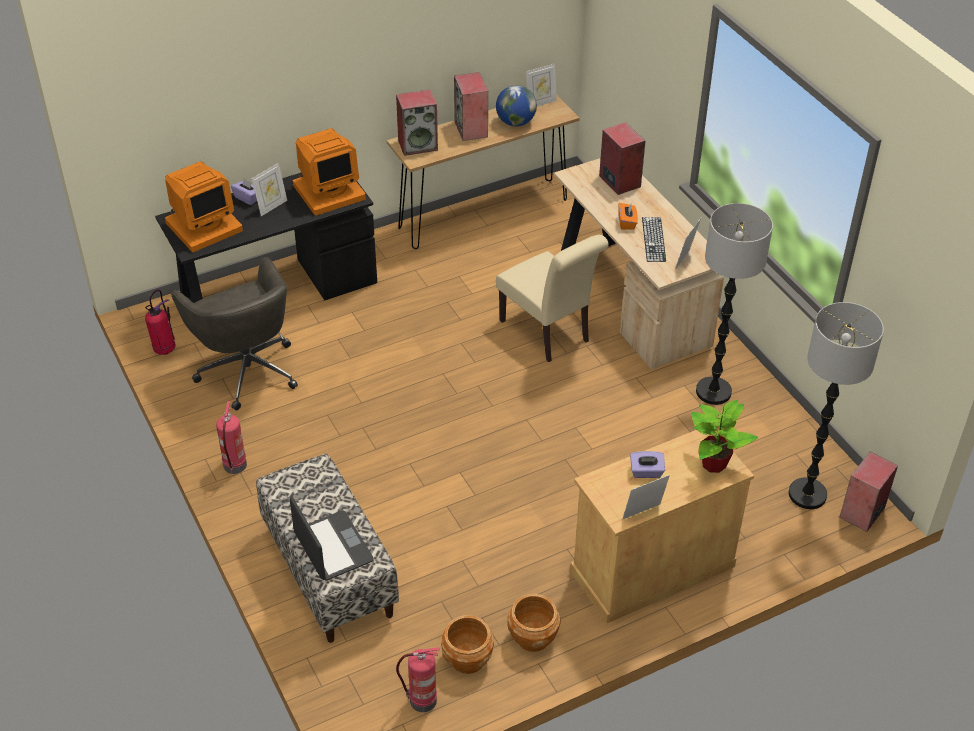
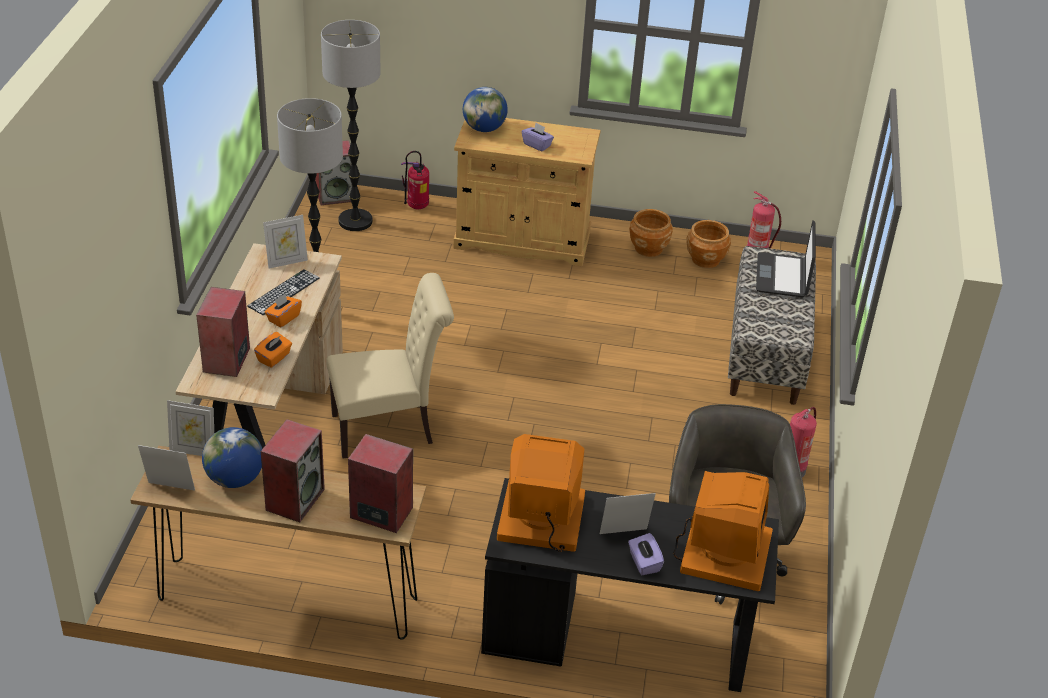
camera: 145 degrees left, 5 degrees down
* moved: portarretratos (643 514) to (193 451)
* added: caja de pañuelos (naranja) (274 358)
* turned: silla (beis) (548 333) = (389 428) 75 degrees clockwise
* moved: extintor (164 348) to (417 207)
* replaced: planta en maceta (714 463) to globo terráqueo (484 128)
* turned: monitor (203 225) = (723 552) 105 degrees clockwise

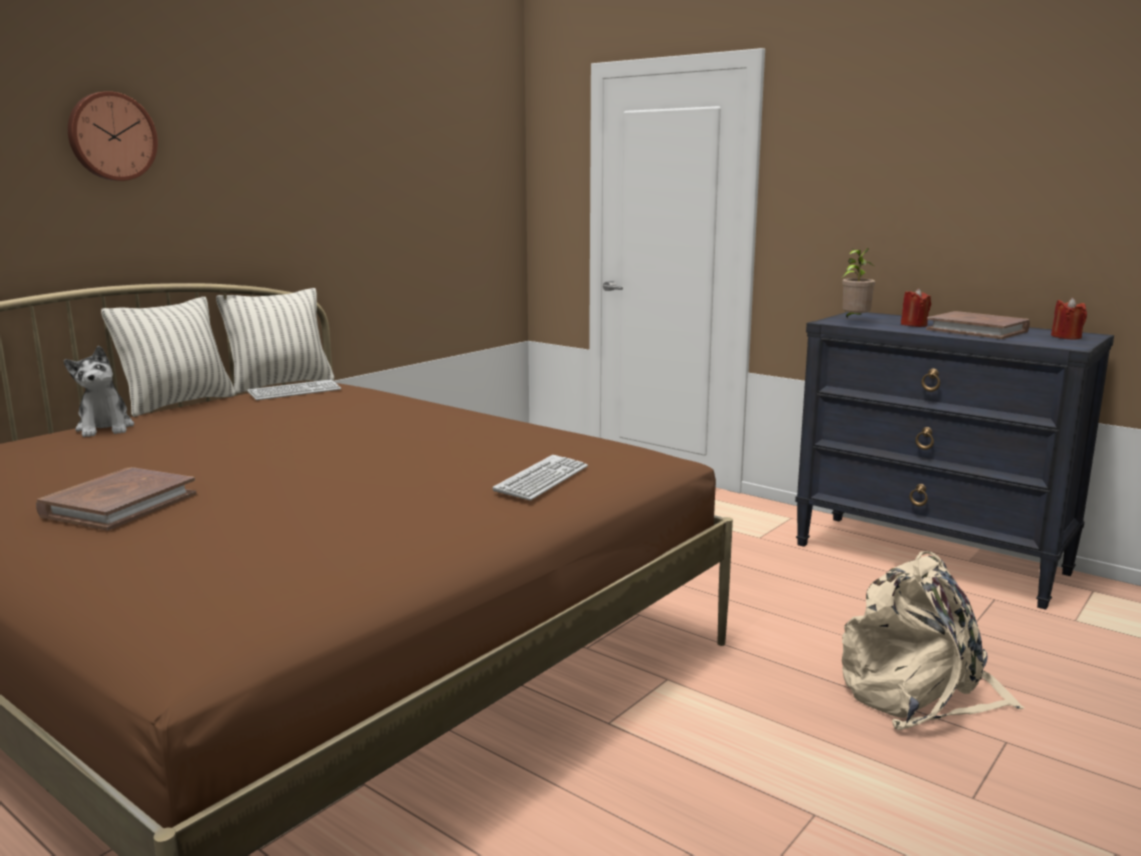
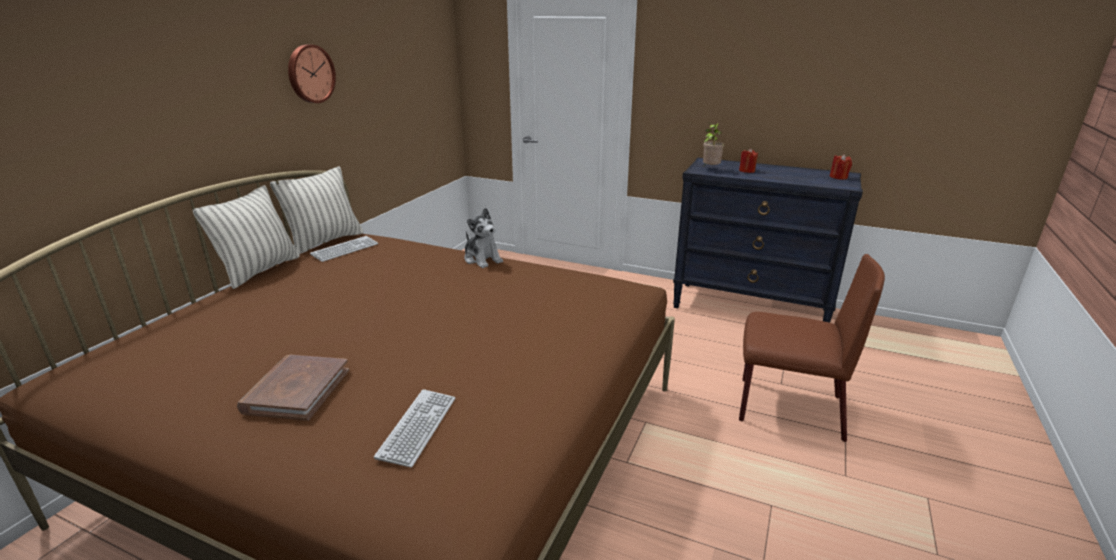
camera: 15 degrees left, 10 degrees up
* moved: reloj de pared (111 136) to (310 74)
* moved: teclado (542 479) to (417 428)
* moved: peluche (105 428) to (482 259)
* replaced: mochila (beis) (919 694) to silla (marrón) (788 408)
* removed: libro (marrón) (977 330)

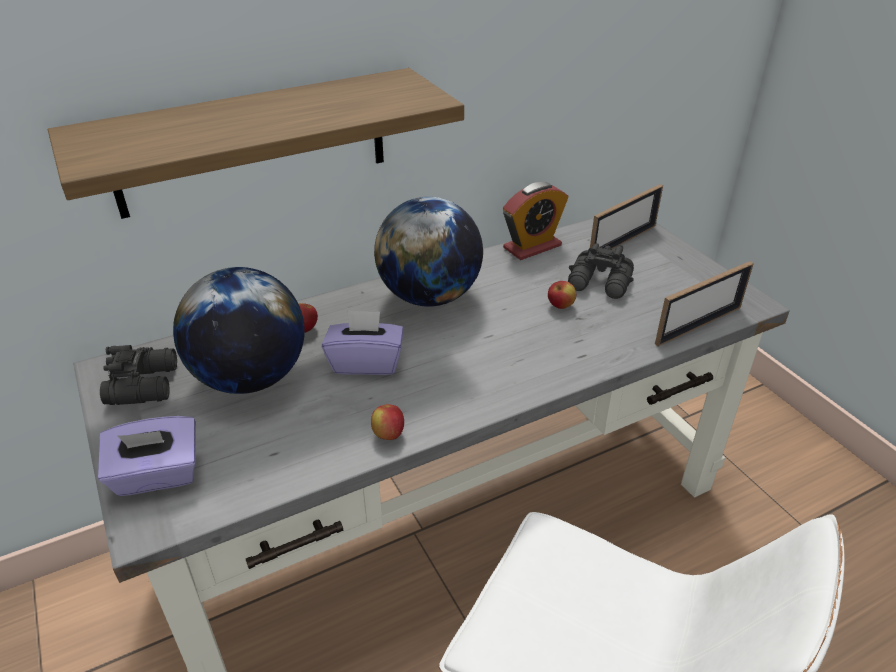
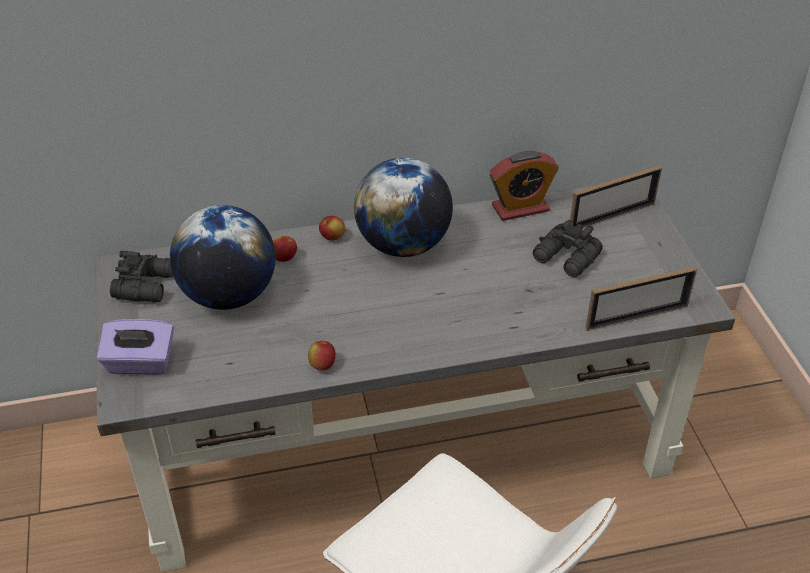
camera: 15 degrees right, 5 degrees up
* moved: manzana (560 306) to (332 237)
* removed: estante (252 143)
* removed: caja de pañuelos (morado) (366 362)

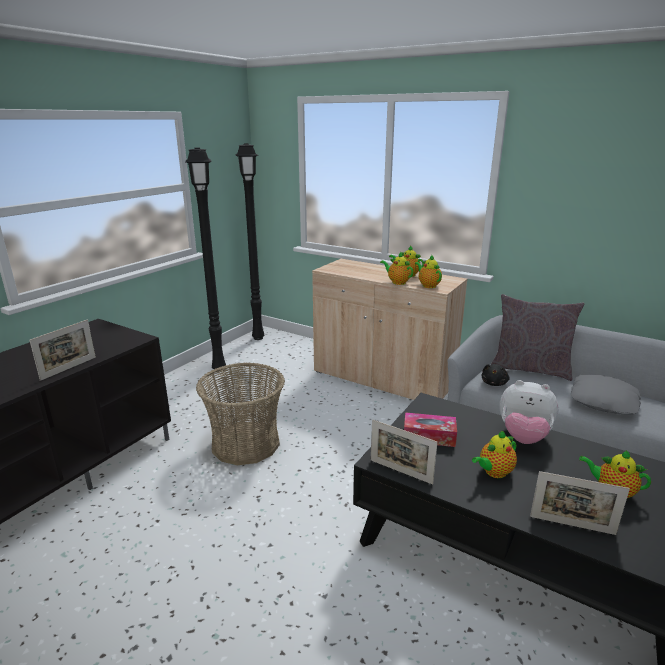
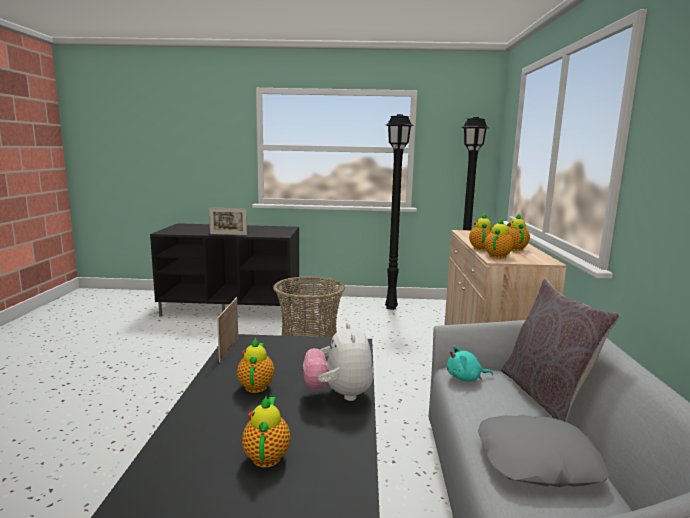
camera: 60 degrees right, 10 degrees down
* turned: tetera (494 472) = (256 385) 60 degrees clockwise
* recoloured: peluche (negro) (494 383) to peluche (turquesa) (465 378)
* removed: caja de pañuelos (429 436)
* removed: portarretratos (572 525)

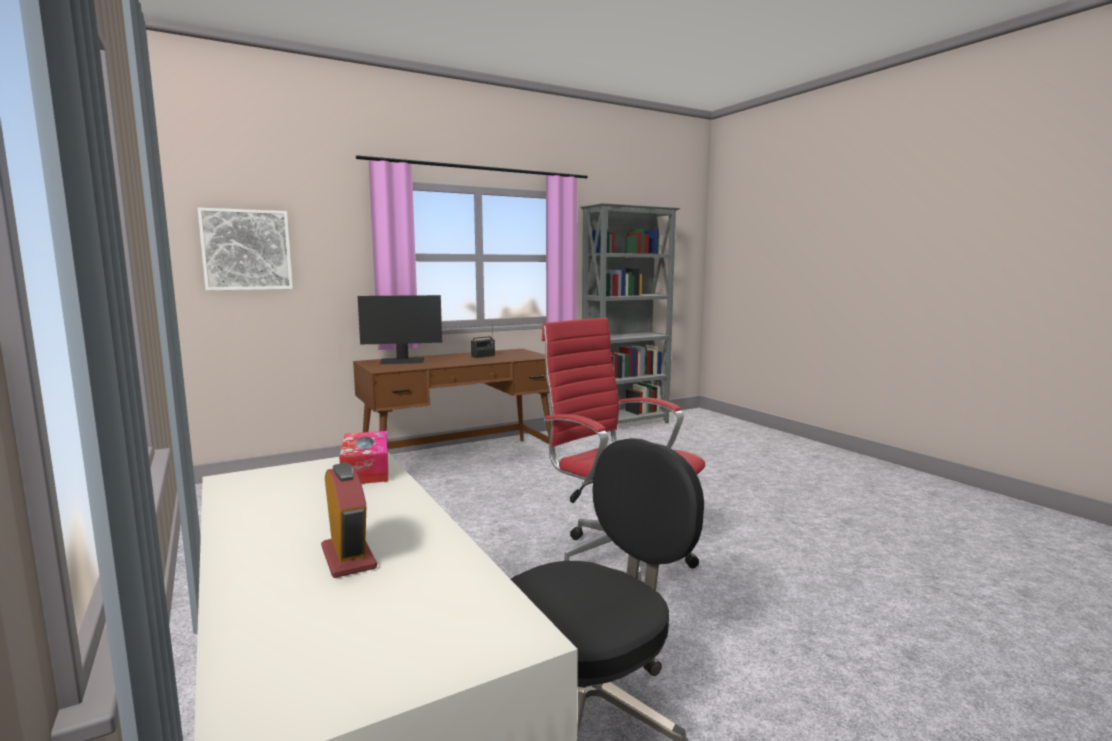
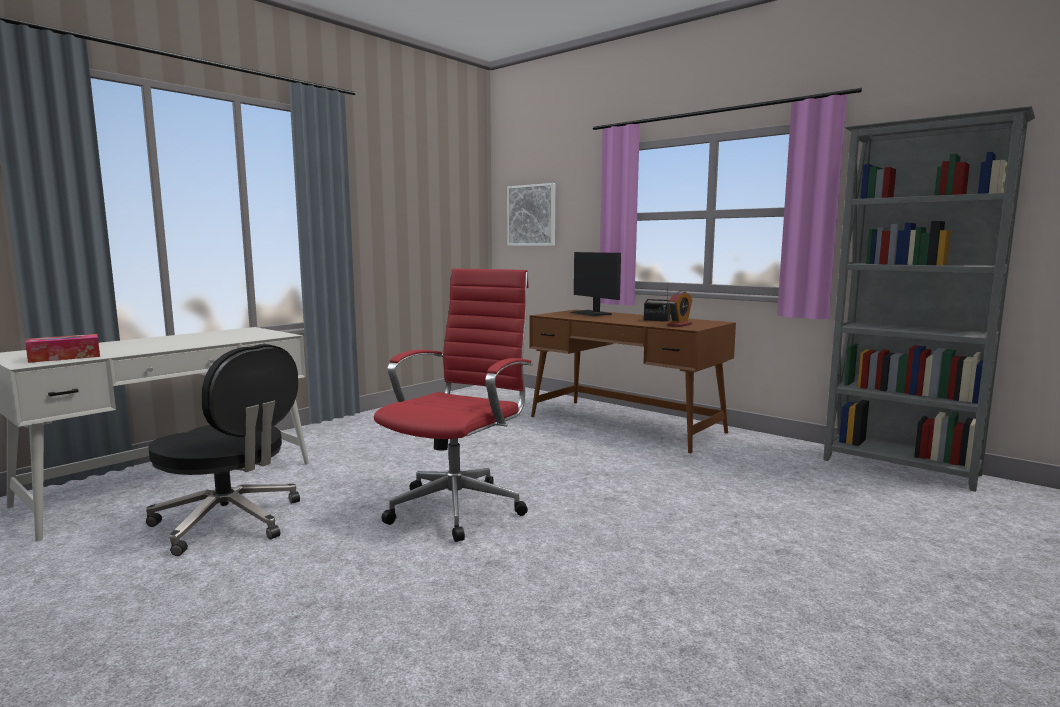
camera: 70 degrees right, 0 degrees up
* moved: caja de pañuelos (366 469) to (65 357)
* moved: despertador (348 557) to (679 325)

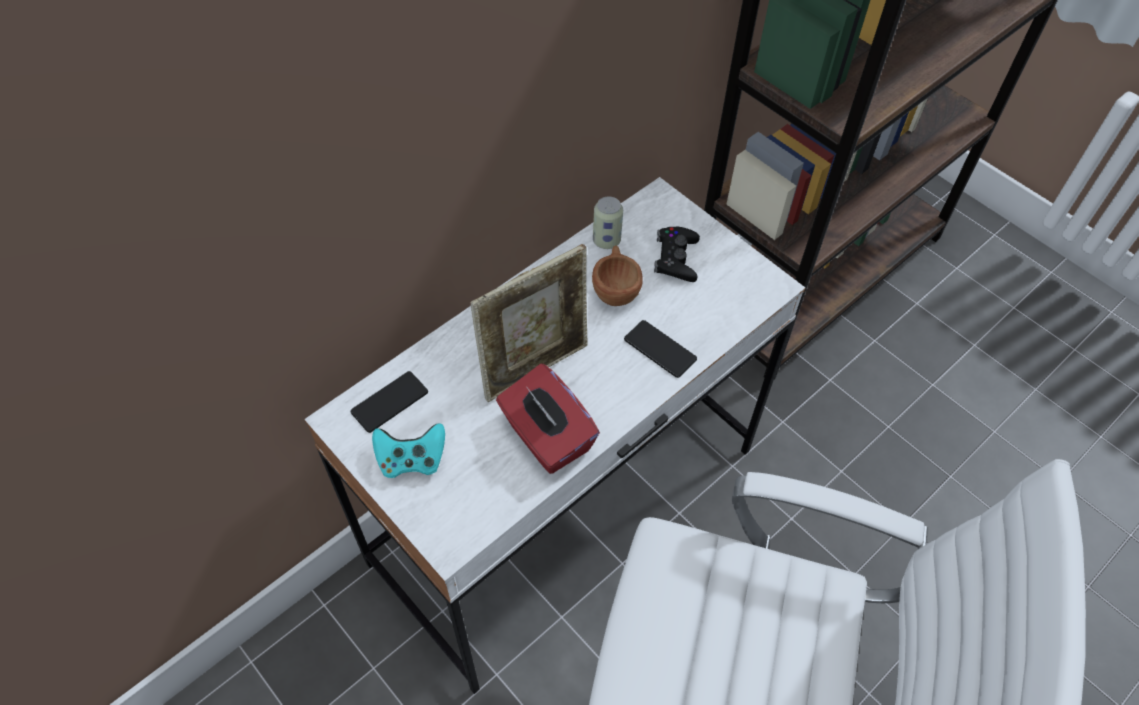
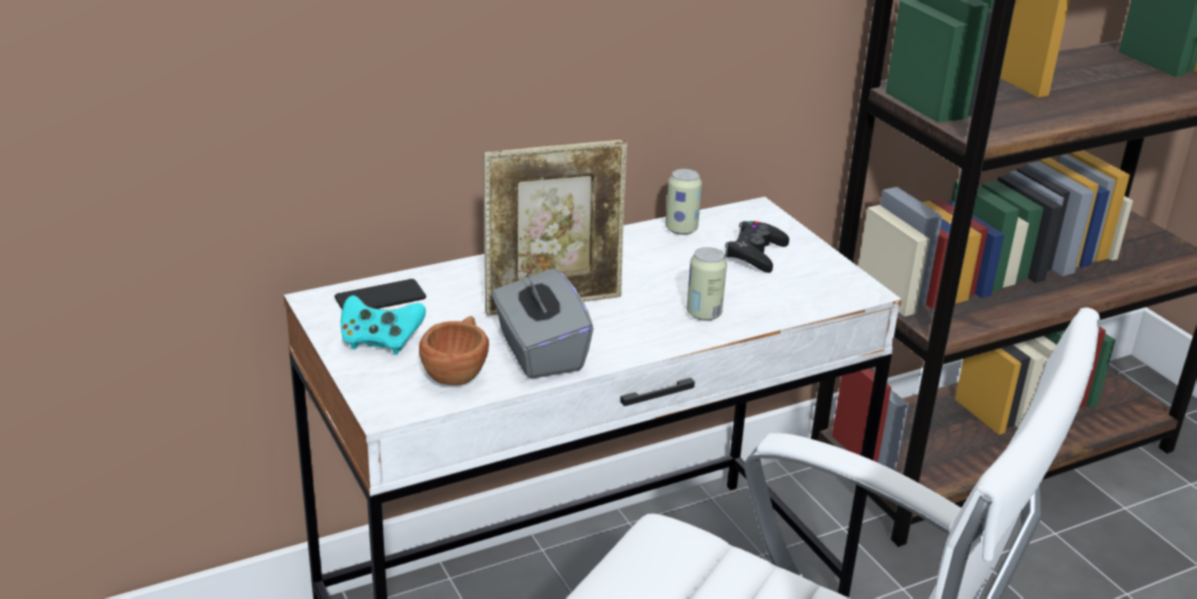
camera: 15 degrees right, 25 degrees down
* moved: taza (marrón) (615 288) to (458 372)
* recoloured: caja de pañuelos (rojo) (546 436) to caja de pañuelos (gris) (539 352)
* replaced: móvil (660 349) to lata (704 313)

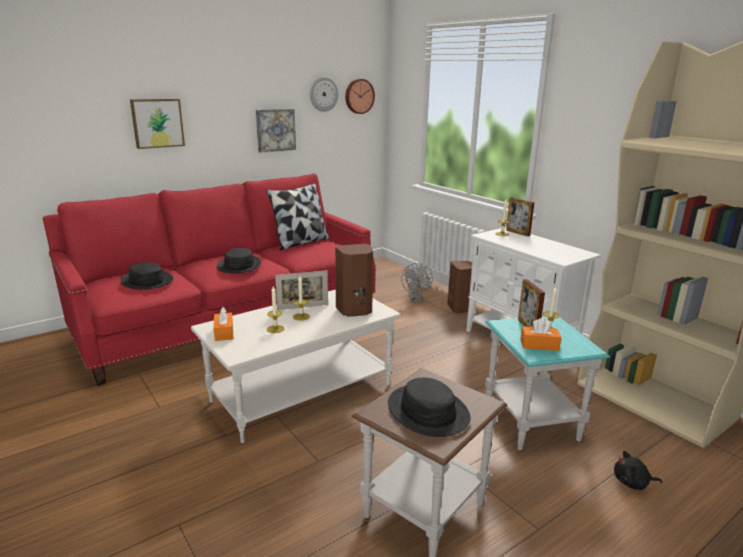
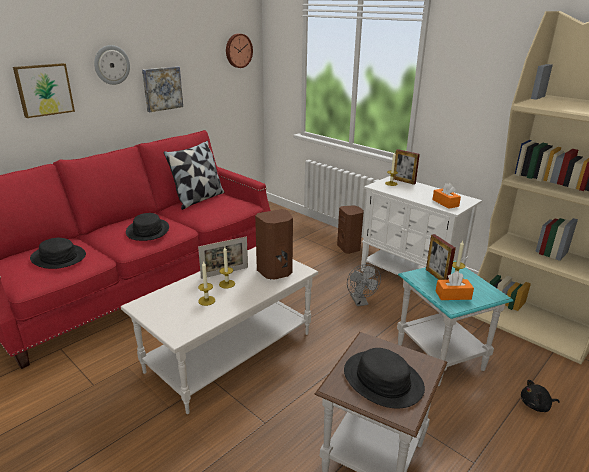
camera: 10 degrees left, 5 degrees up
* moved: reloj de pared (323 94) to (111 65)
* moved: ventilador (gris) (415 299) to (360 302)
* moved: caja de pañuelos (naranja) (224 332) to (445 203)

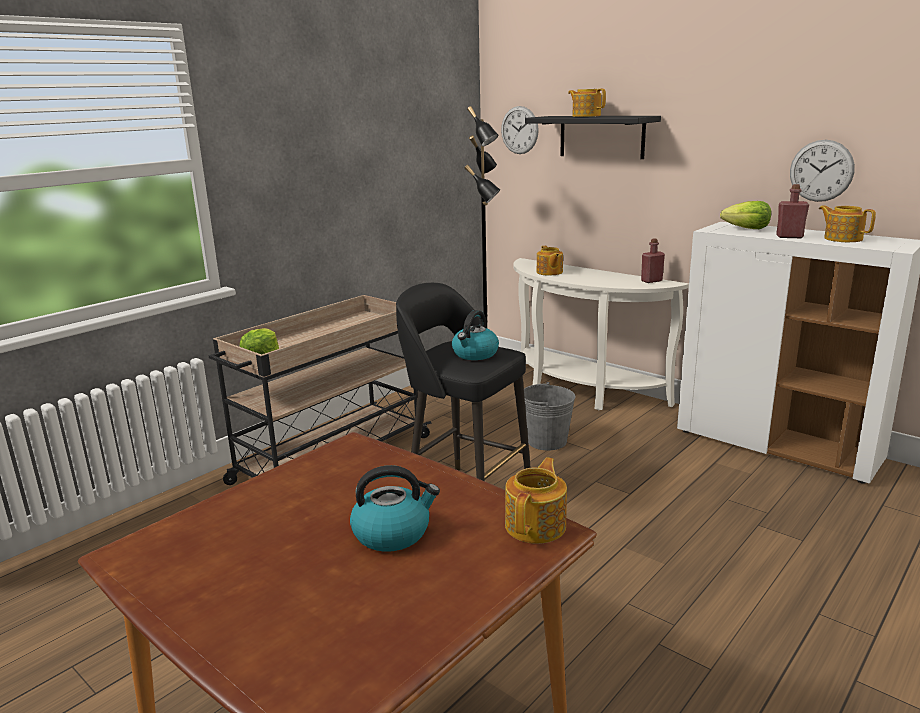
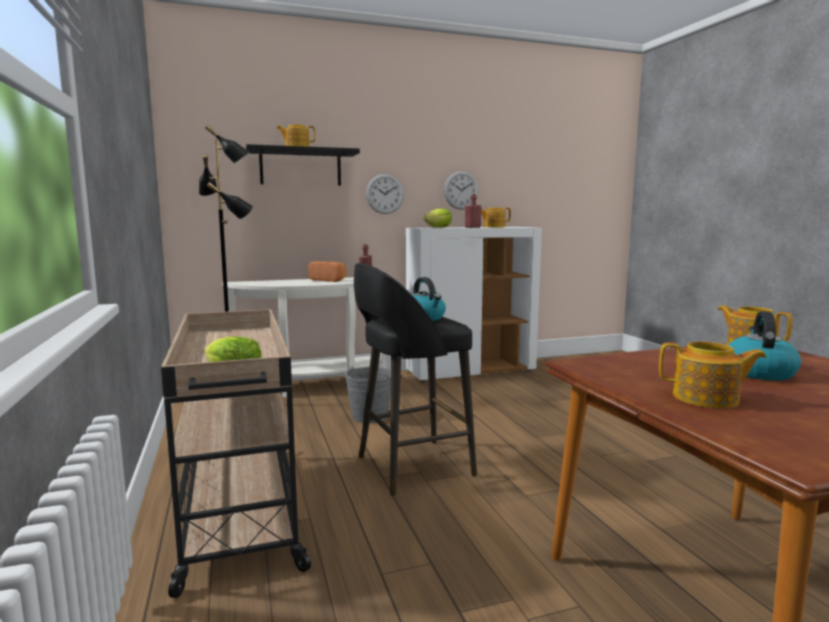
camera: 60 degrees left, 10 degrees down
* added: pan (329 280)
* moved: reloj de pared (519 130) to (385 194)
* moved: tetera (549 272) to (707 398)

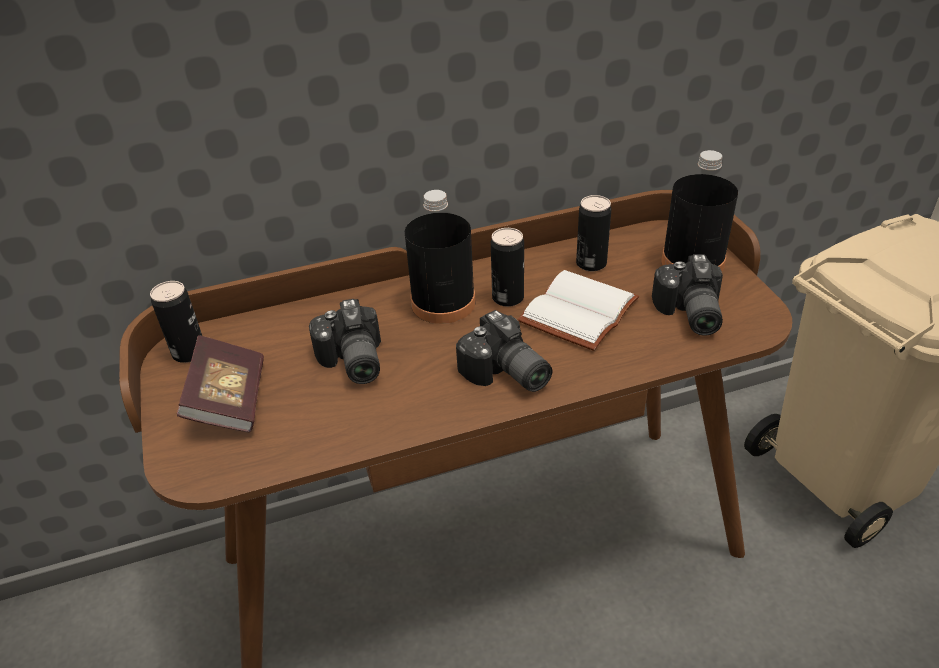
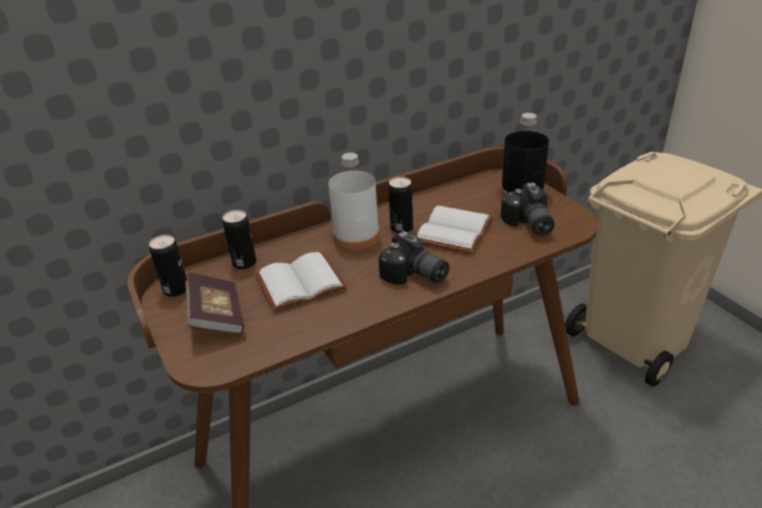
camera: 10 degrees left, 5 degrees down
* moved: lata (591 263) to (244 263)
* replaced: cámara (351 362) to libro (blanco) (301 281)
* recoloured: botella (negro) (443 303) to botella (blanco) (356 236)

